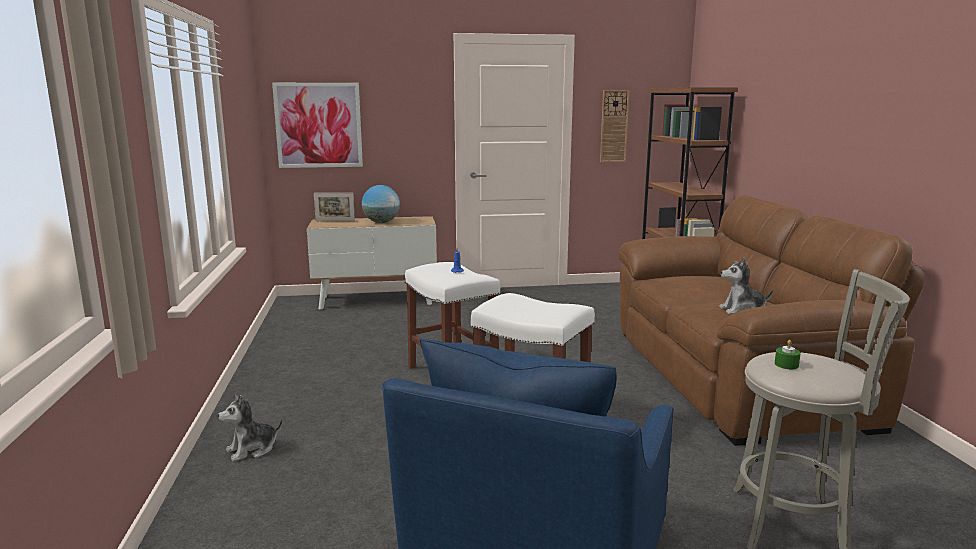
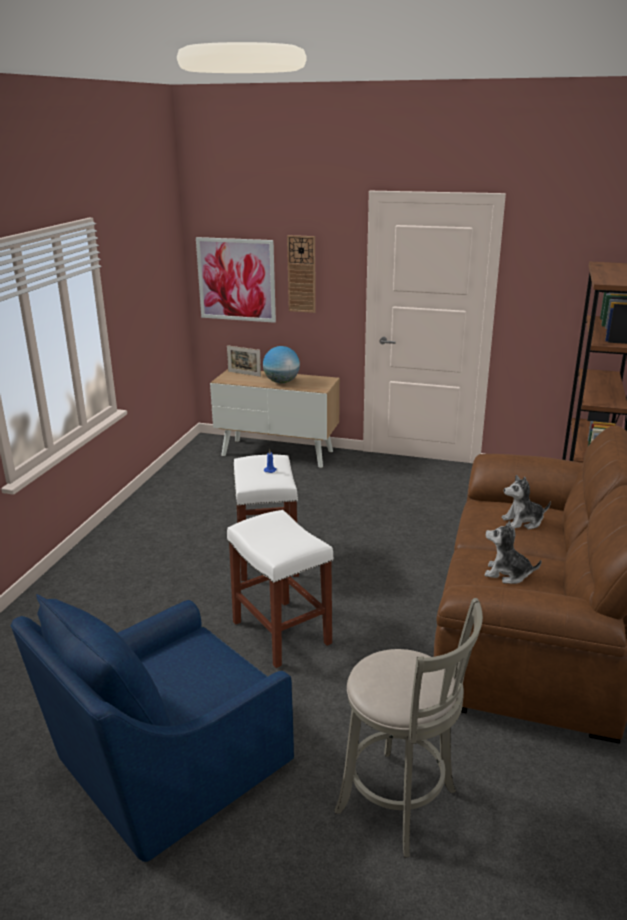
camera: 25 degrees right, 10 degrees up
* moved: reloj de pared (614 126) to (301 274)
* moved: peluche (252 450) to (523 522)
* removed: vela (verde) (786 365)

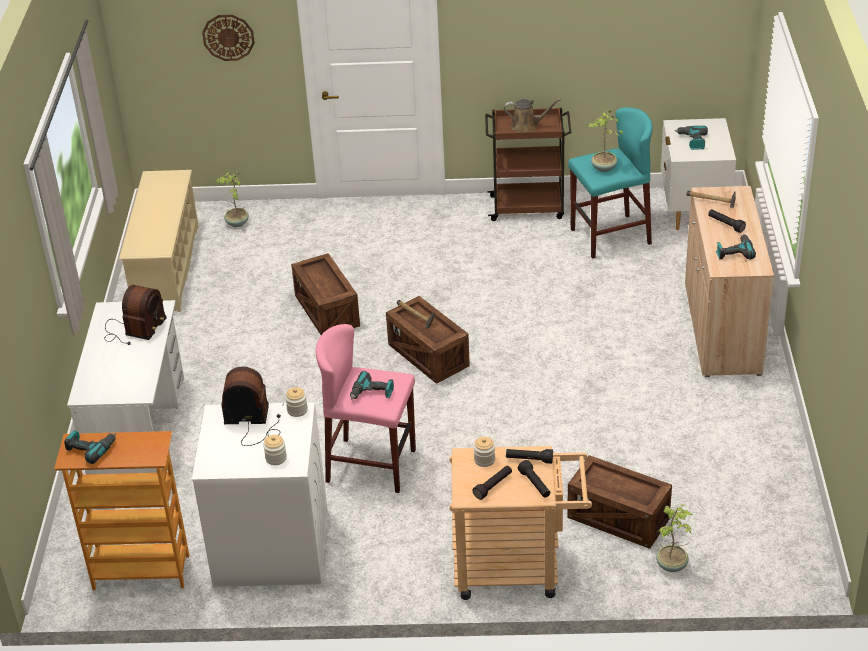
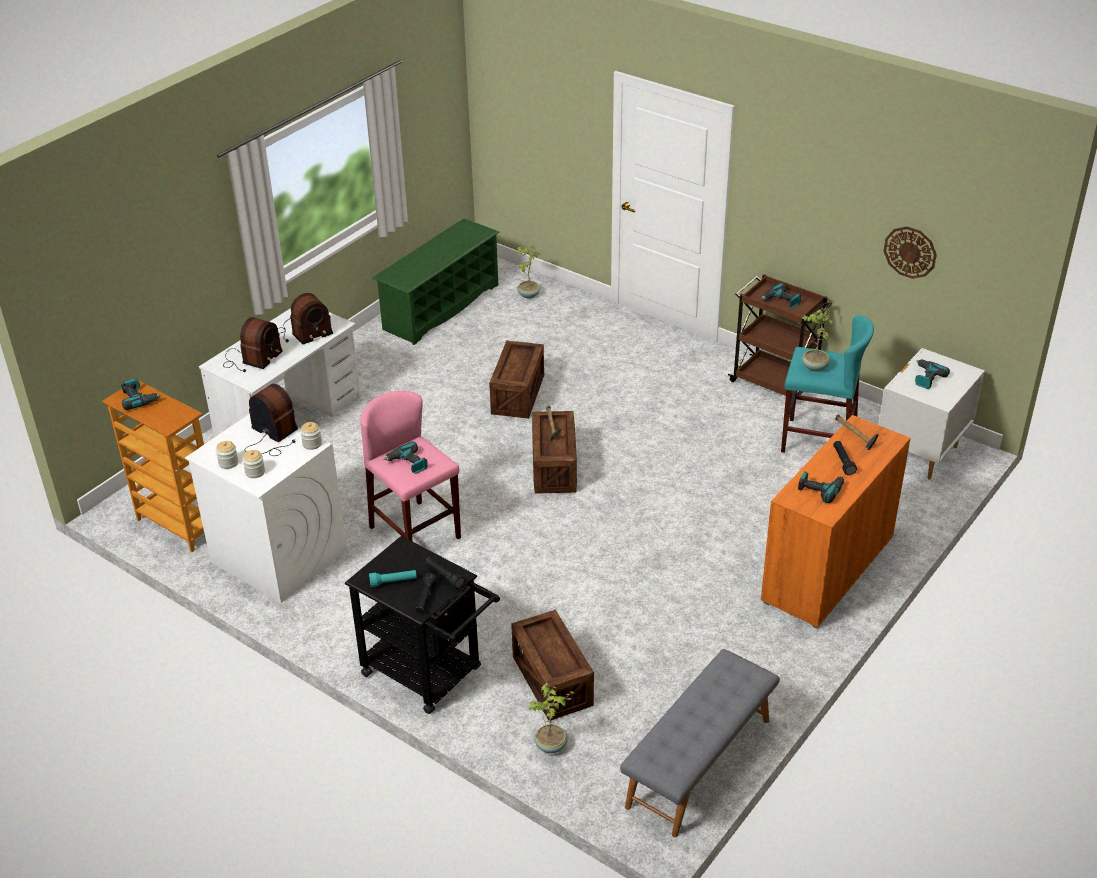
camera: 35 degrees right, 0 degrees up
* moved: tarro (484 460) to (228 463)
* added: radio (251 359)
* recoloured: carrito (beis) (517 568) to carrito (negro) (429 675)
* recoloured: linterna (negro) (493 486) to linterna (turquesa) (393 582)
* recoloured: zapatero (beis) (166 268) to zapatero (verde) (441 307)
* added: banco (gris) (700 763)
* replaced: regadera (marrón) (526 126) to taladro (781 301)
* recoloured: armario (beis) (721 329) to armario (naranja) (827 569)
* moved: reloj de pared (228 37) to (910 252)

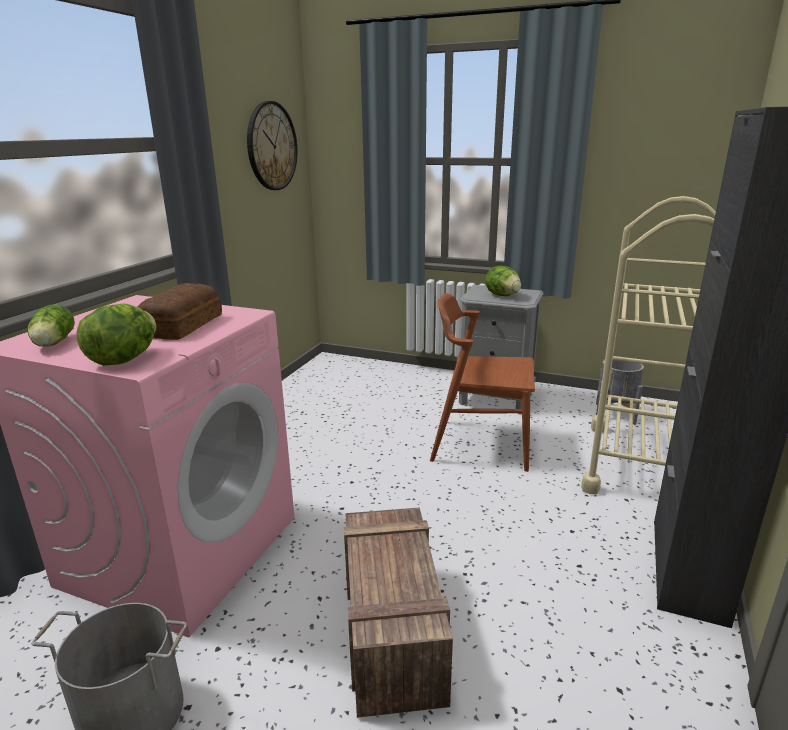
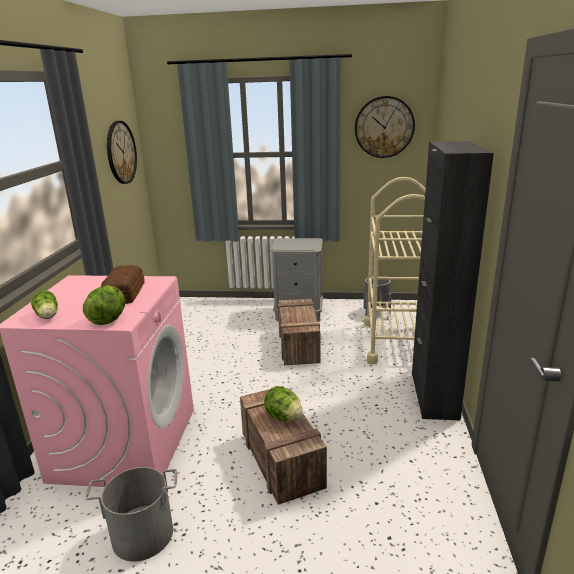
camera: 15 degrees left, 0 degrees up
* moved: lechuga (502 295) to (283 417)
* replaced: silla (marrón) (480 444) to caja de embalaje (298 345)
* added: reloj de pared (384 127)

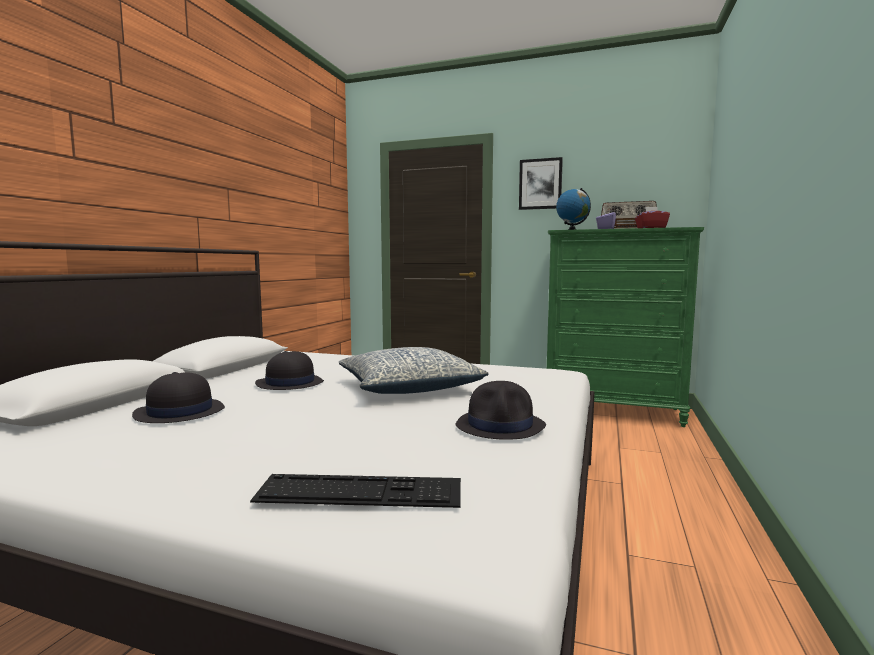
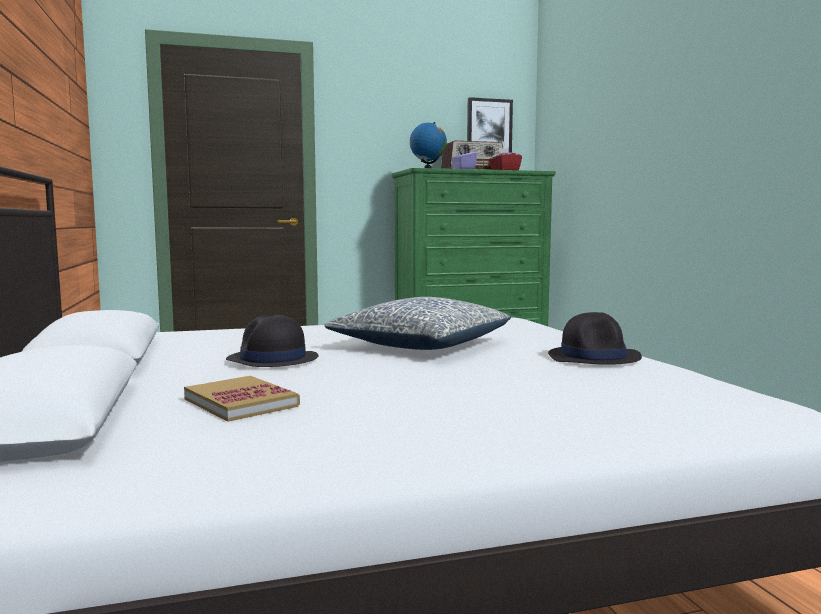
camera: 35 degrees left, 0 degrees up
* replaced: sombrero (negro) (179 412) to libro (241 402)
* moved: cuadro (540 184) to (489 127)
* removed: teclado (360 491)

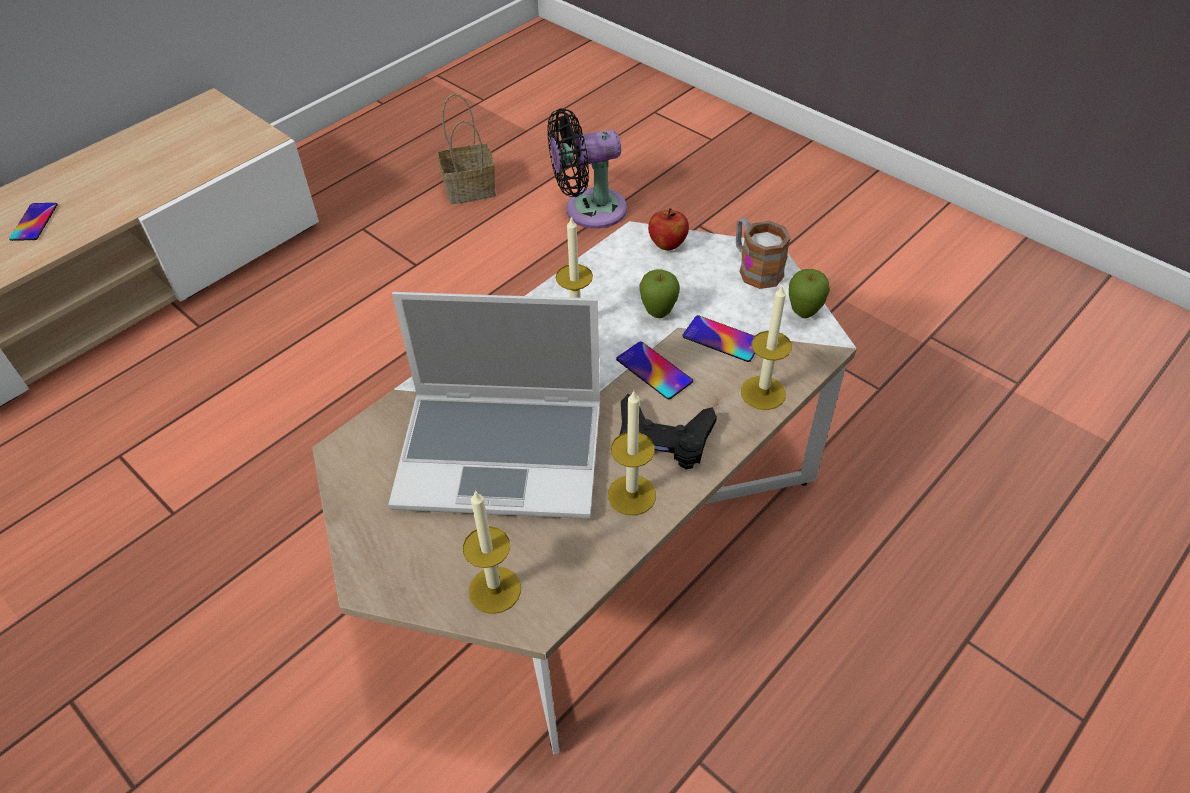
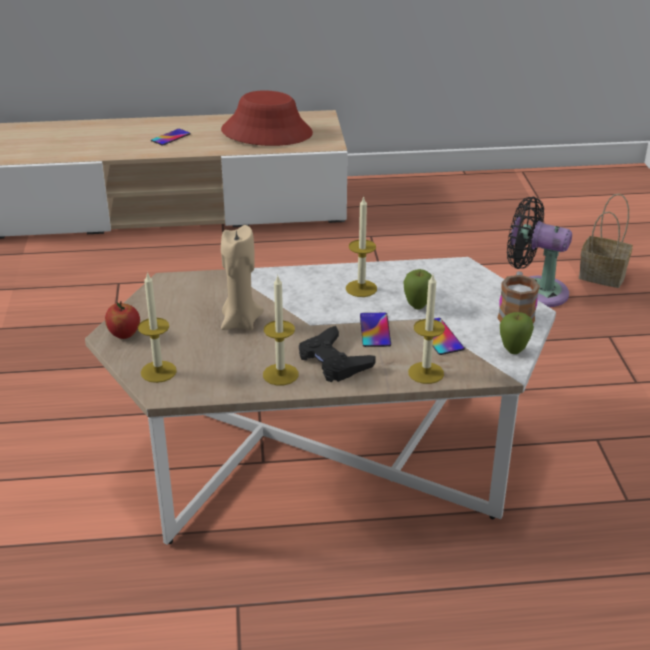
camera: 40 degrees right, 15 degrees down
* moved: manzana (667 244) to (124 334)
* added: sombrero (rojo) (267 132)
* replaced: portátil (504 454) to vela (beis) (240 322)
* moved: cesta (468 190) to (600 276)

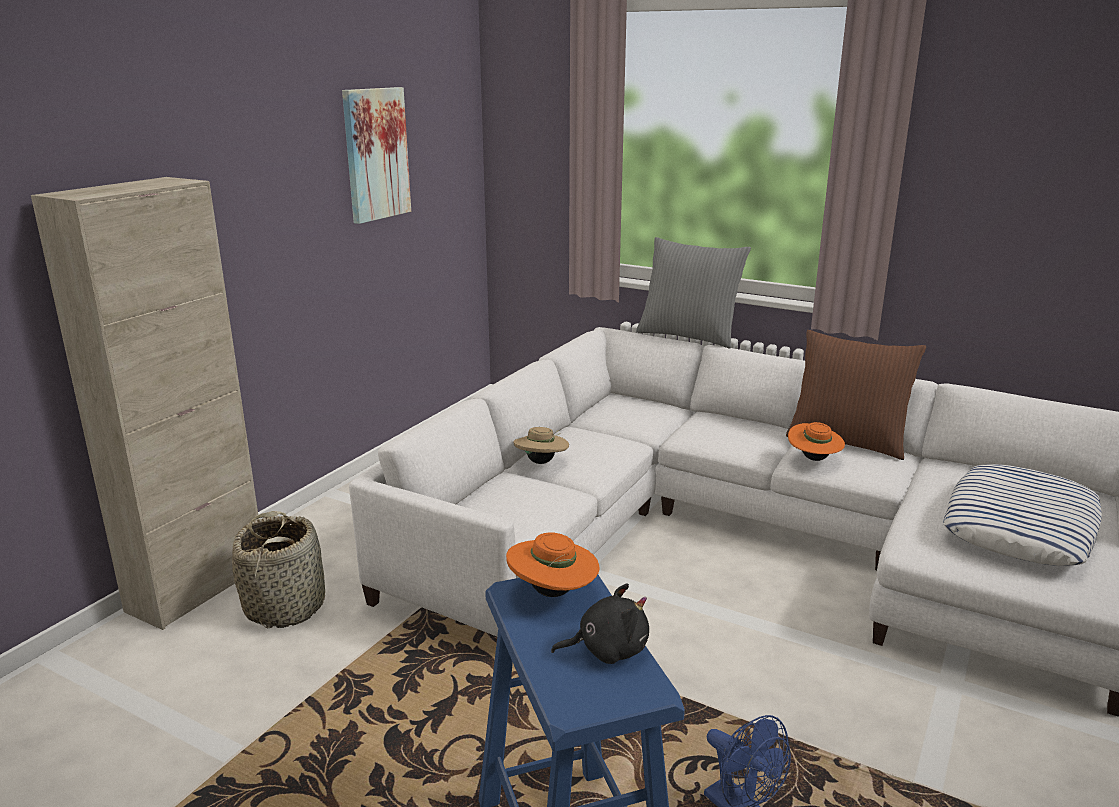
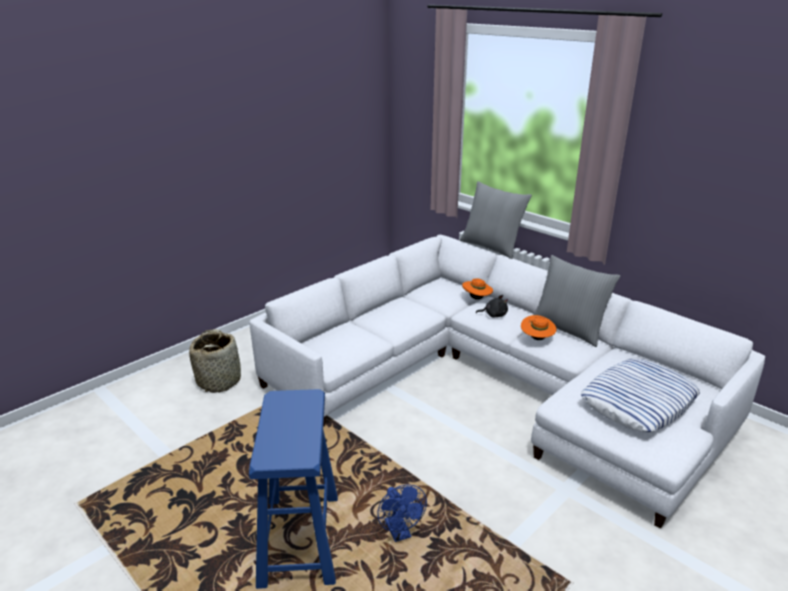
camera: 15 degrees right, 5 degrees up
* moved: sombrero (naranja) (553 593) to (476 298)
* moved: peluche (negro) (607 649) to (494 315)
* recoloured: cojín (marrón) (847 441) to cojín (gris) (568 329)
* removed: armario (beis) (198 588)
* removed: cuadro (375 154)
* removed: sombrero (beis) (541 462)

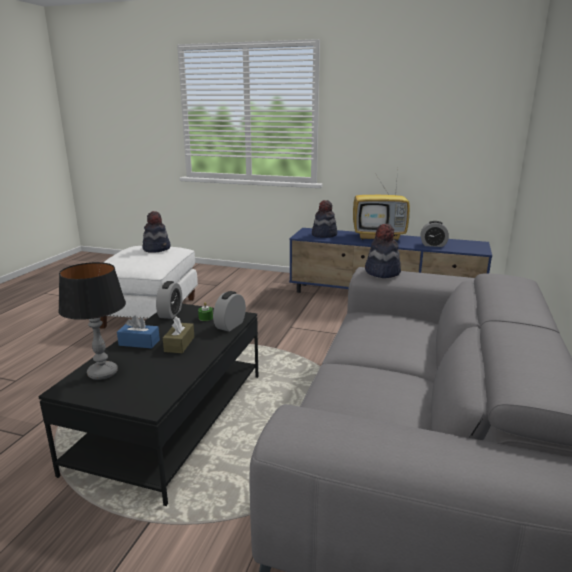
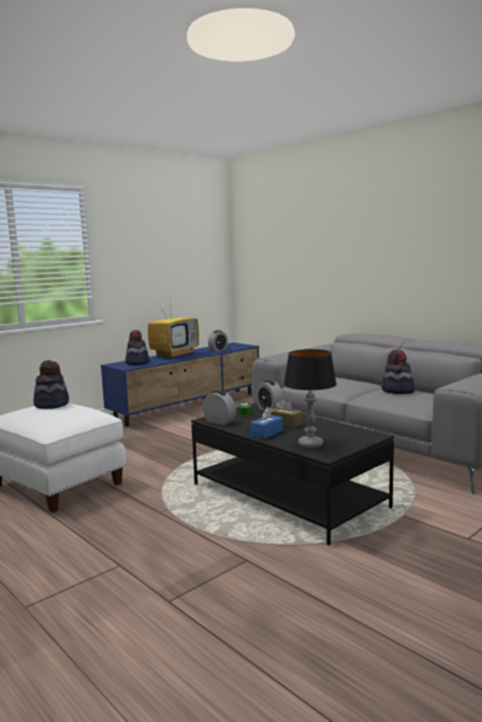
camera: 60 degrees left, 10 degrees down
* moved: sombrero (382 272) to (397 391)

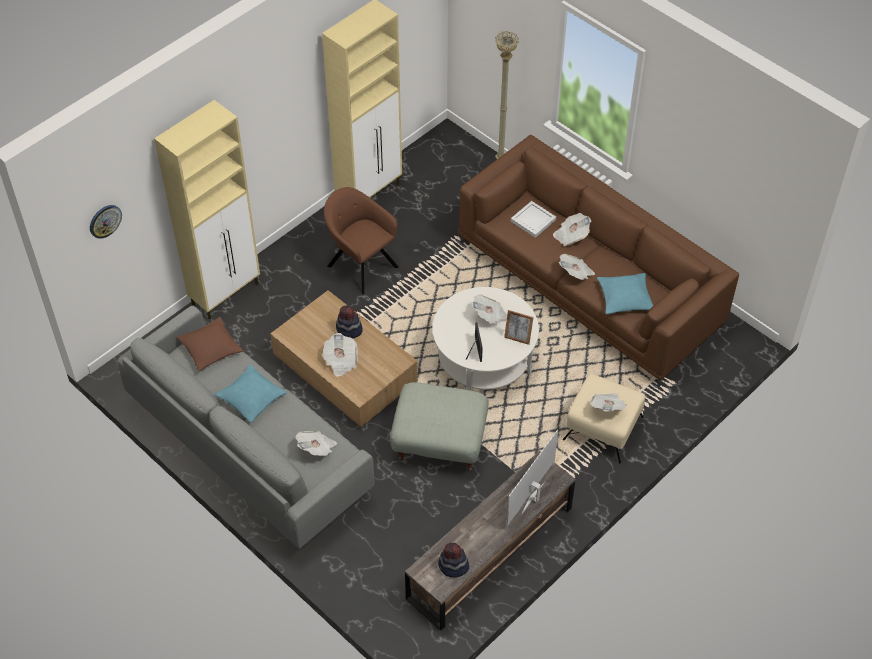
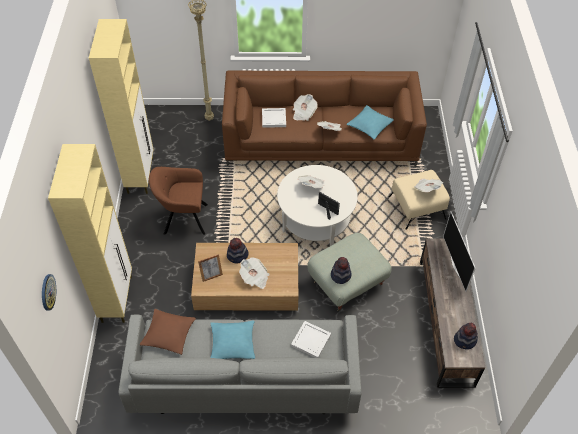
camera: 45 degrees left, 0 degrees up
* moved: portarretratos (517 338) to (211 276)
* replaced: periódico (317 448) to bandeja (blanco) (310 340)
* added: sombrero (341 275)

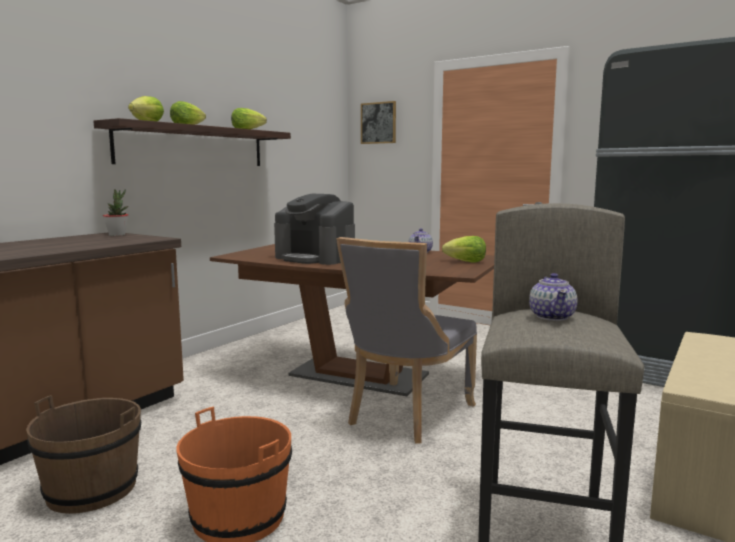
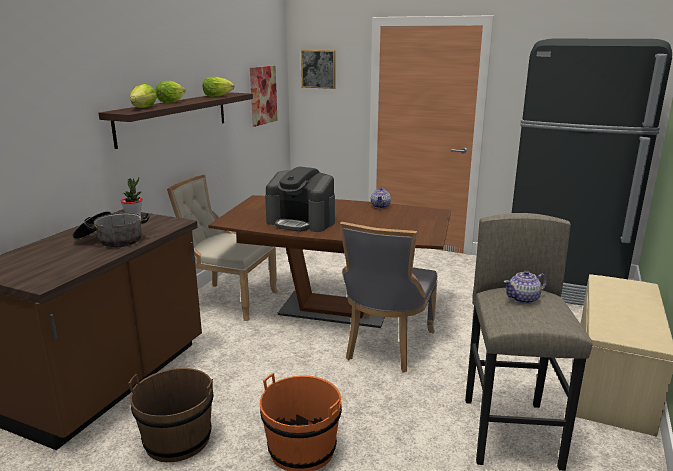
camera: 10 degrees left, 10 degrees up
* added: olla (111 240)
* added: silla (beis) (228 300)
* added: cuadro (262 95)
* turned: tetera (552 316) = (523 299) 75 degrees clockwise
* removed: lechuga (466 262)

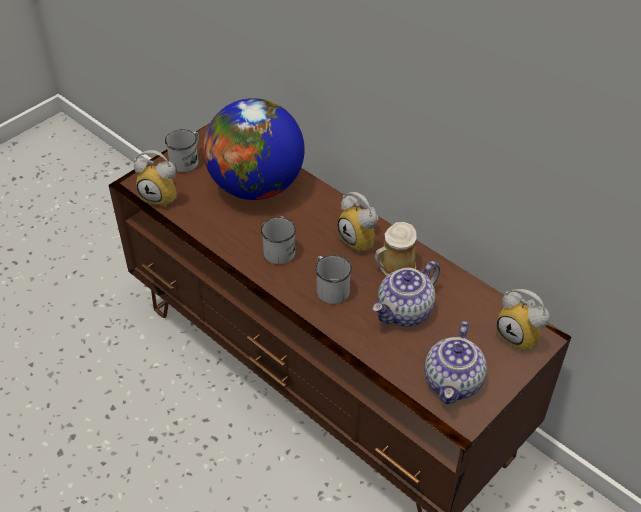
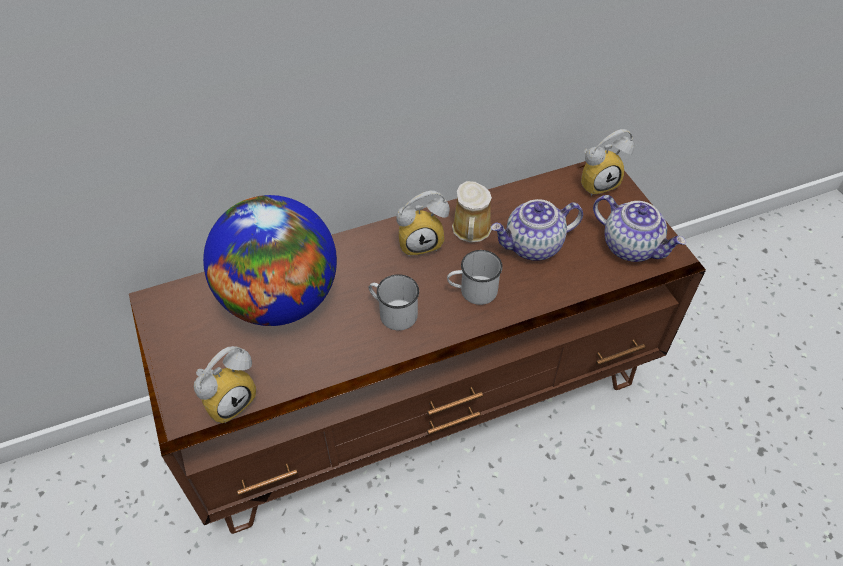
camera: 65 degrees left, 5 degrees up
* turned: tetera (405 312) = (533 246) 90 degrees clockwise
* removed: taza grande (blanco) (187 160)

